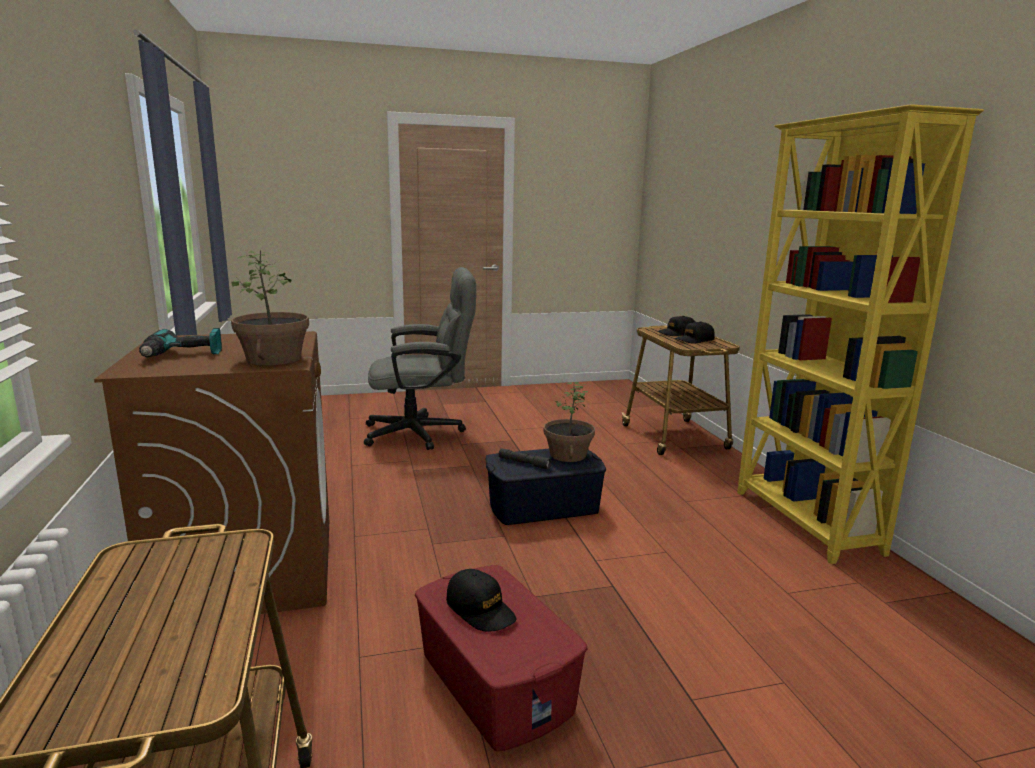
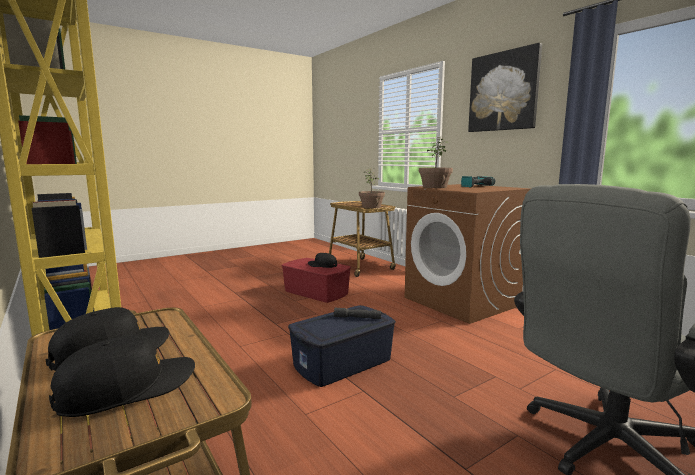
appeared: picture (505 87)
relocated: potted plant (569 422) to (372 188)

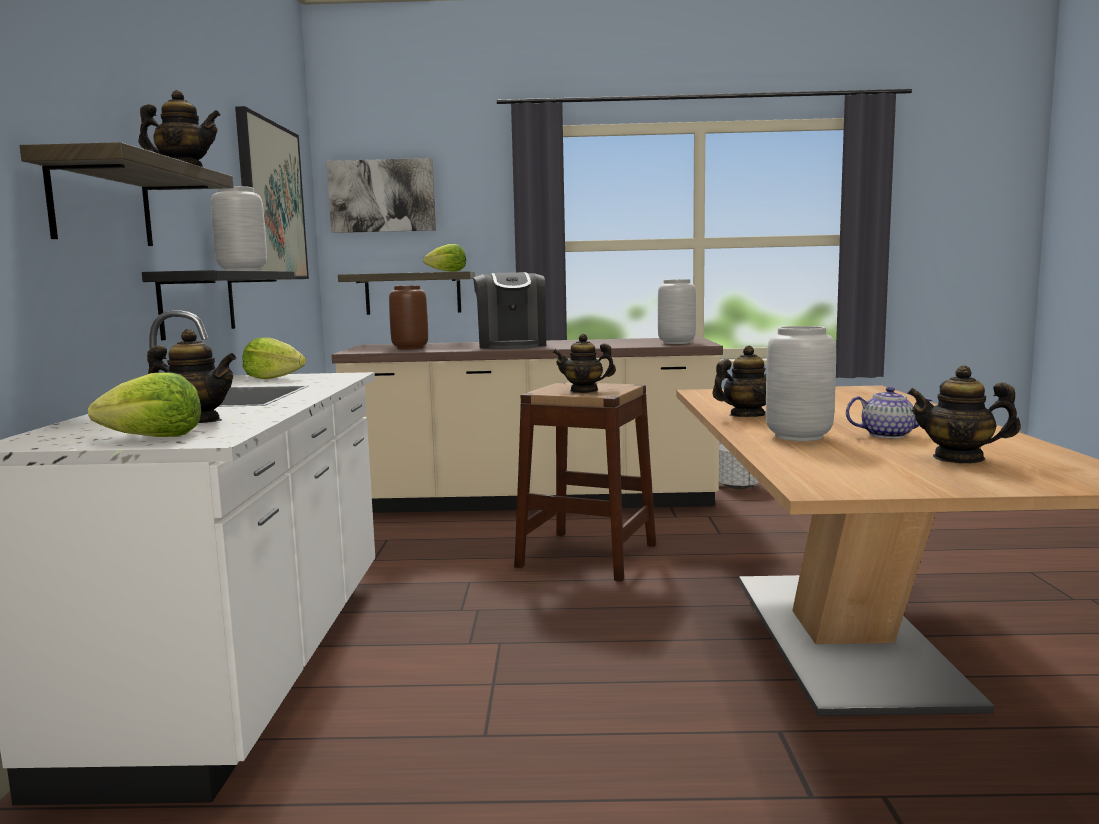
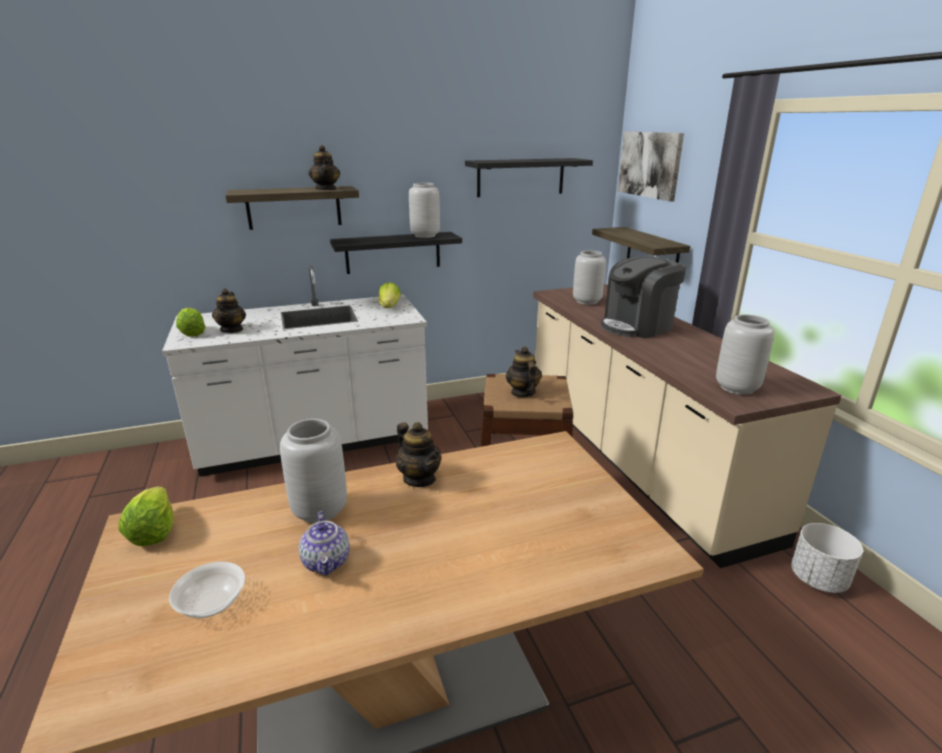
relocated: head of lettuce (444 258) to (146 516)
exchanged: picture (272 192) to bracket shelf (black) (529 177); pot for tea (964 414) to serving bowl (207 590)
colour: vase (brown) (408 317) to vase (greyish) (589 278)

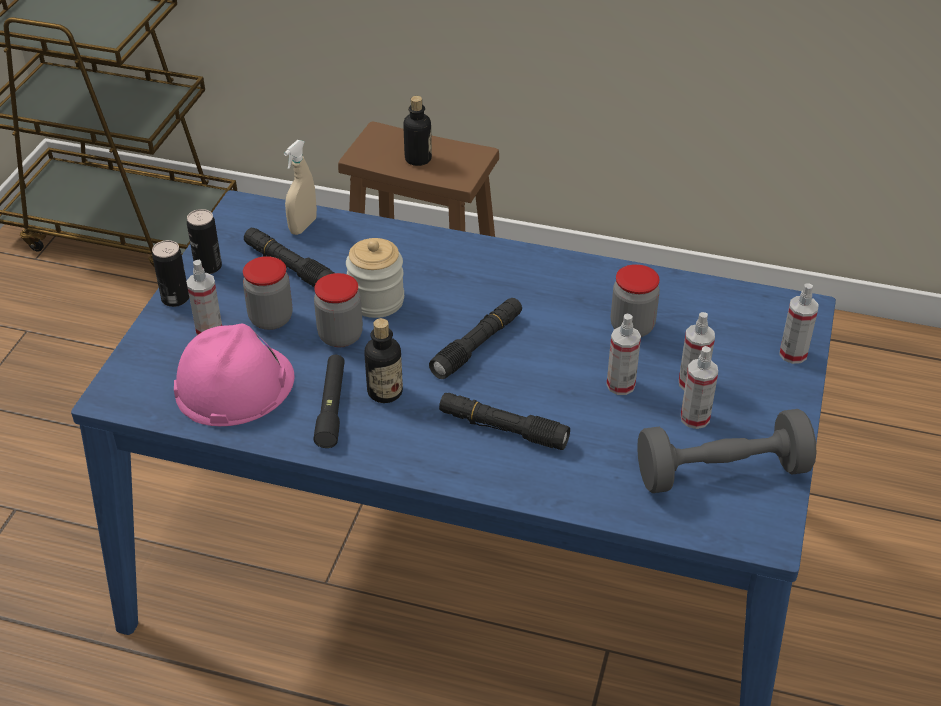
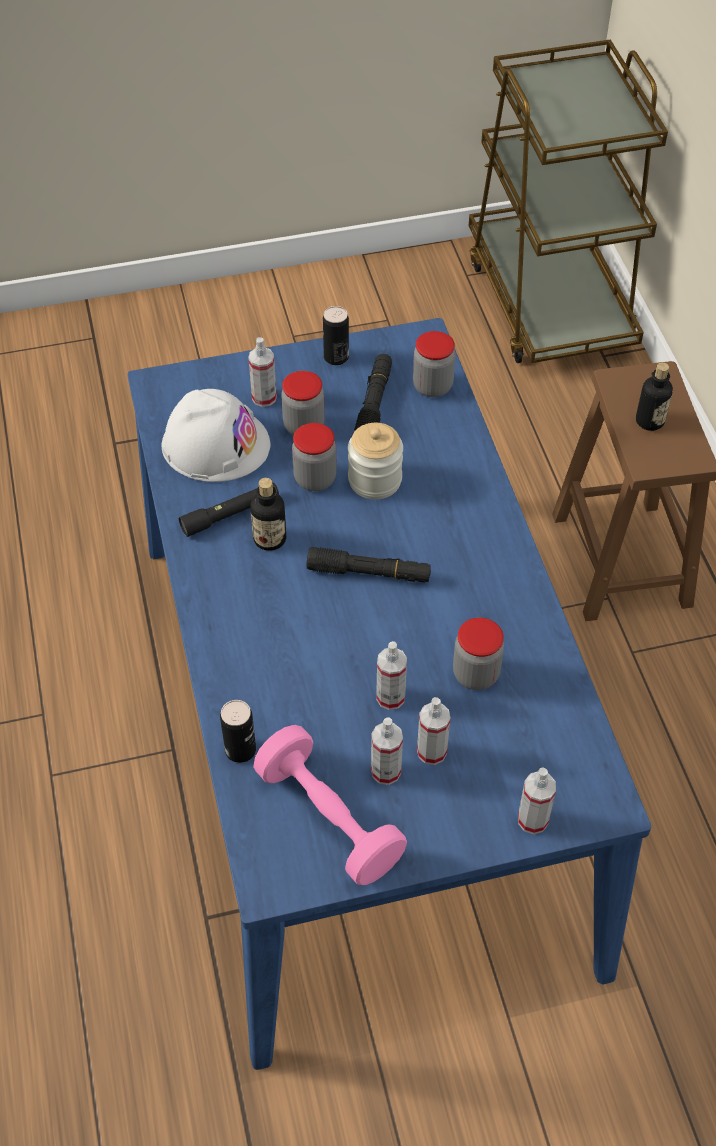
missing: hand torch (black) (504 421)
relocated: metal can (170 273) to (238 731)
exchanged: hand sprayer (beige-coloured) (300 187) to storage jar (434 364)
colour: work helmet (pink-coloured) (234 375) to work helmet (white-coloured) (216 435); hand weight (greyish) (727 451) to hand weight (pink-coloured) (330 805)

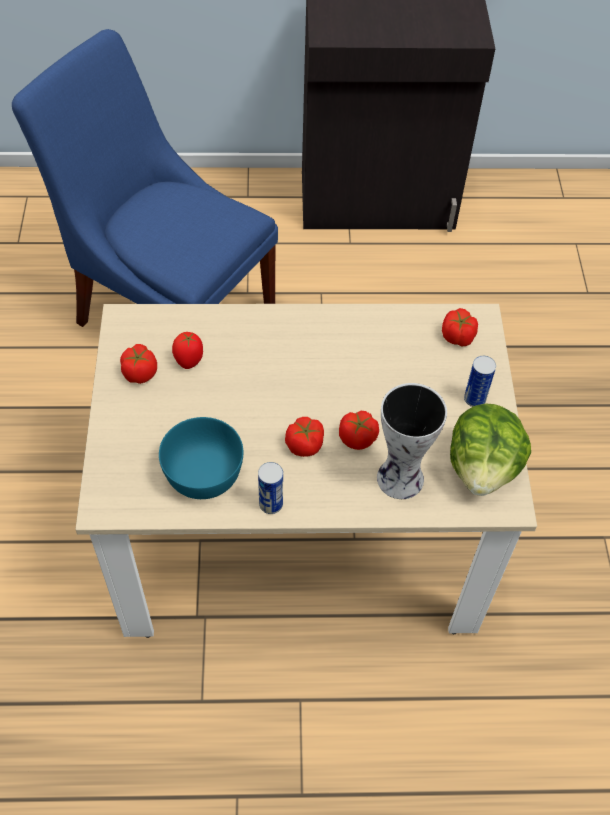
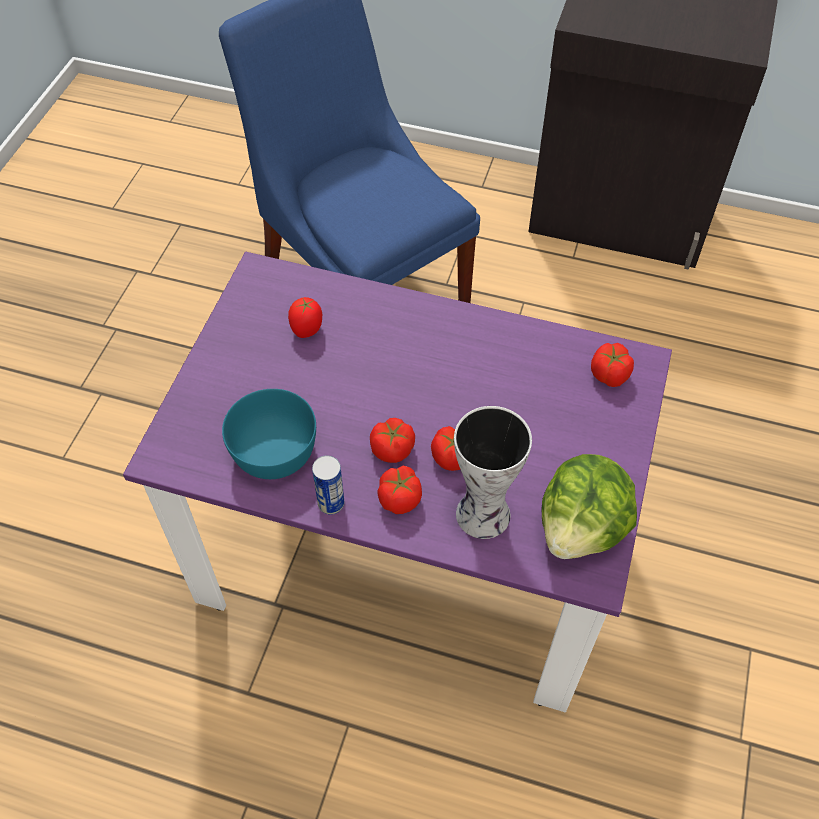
missing: metal can (480 381)
relocated: fresh tomato (138 364) to (399 490)
colour: kitchen table (beige-coloured) (306 471) to kitchen table (purple-coloured) (397 482)

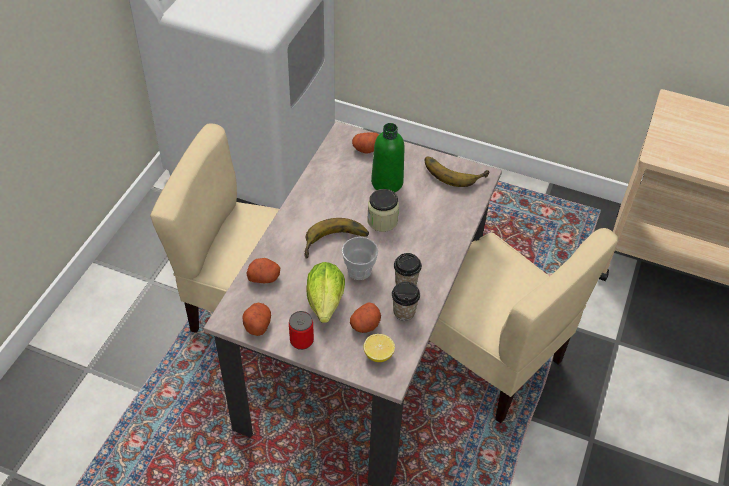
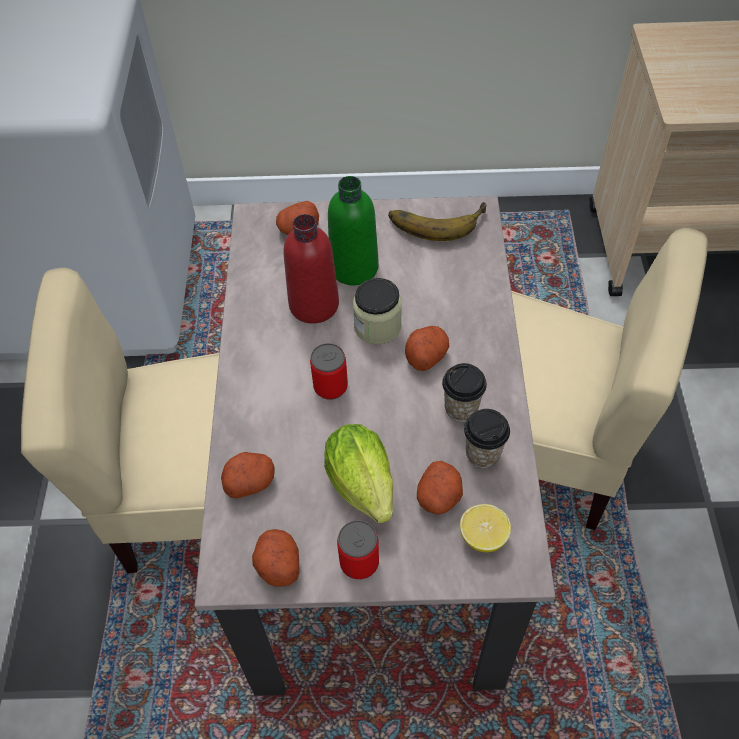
missing: small cup (360 258)
appeared: drink bottle (red) (311 269); potato (427 348)
exchanged: banana (336 238) to metal can (329 371)

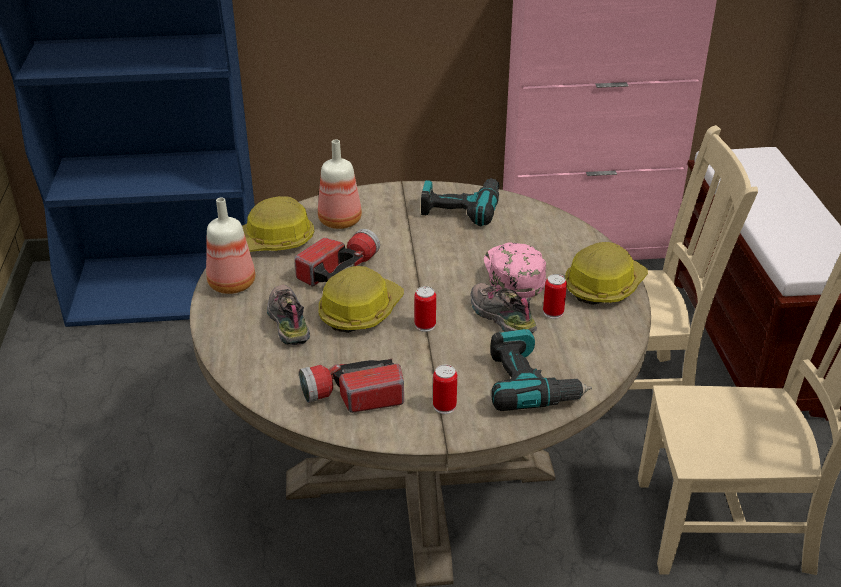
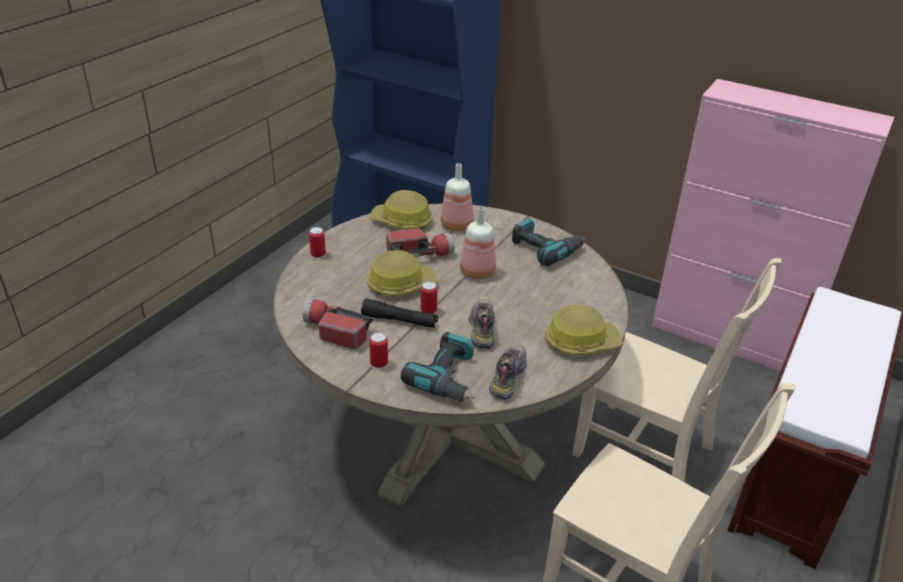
missing: peaked cap (pink-coloured) (515 270)
appeared: hand torch (black) (399 313)
relocated: drink bottle (230 246) to (478 242); low shoe (288 315) to (508 372); metal can (555 296) to (317 243)

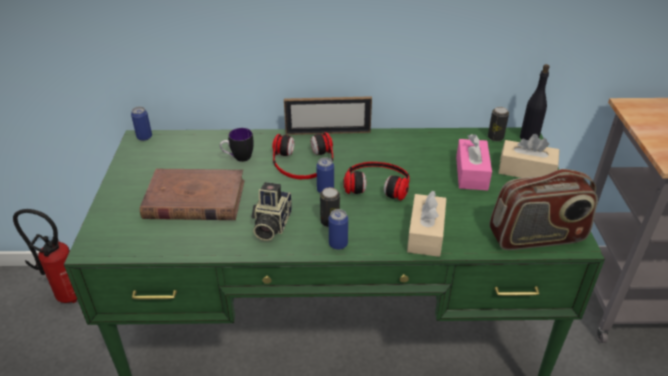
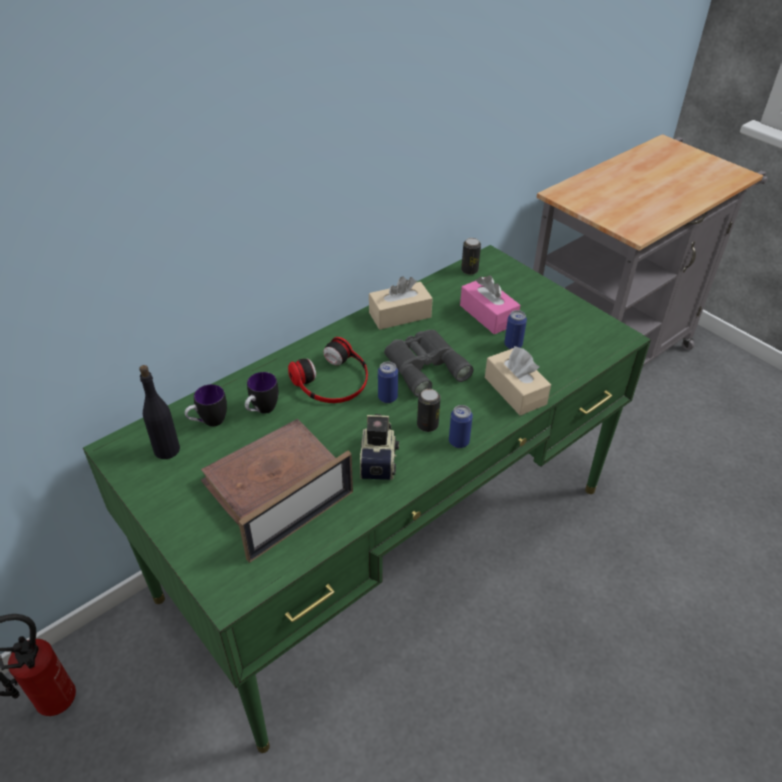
missing: radio receiver (544 209)
appeared: mug (206 405)
relocated: metal can (141 123) to (515 329); standing frame (328 115) to (295 507); tissue holder (beige-coloured) (528 156) to (401 303); drink bottle (black) (535 102) to (159 412)
exchanged: pair of headphones (376 181) to binoculars (greyish) (429 363)
spun: photo camera (272 211) = (379 447) 150 degrees counterclockwise

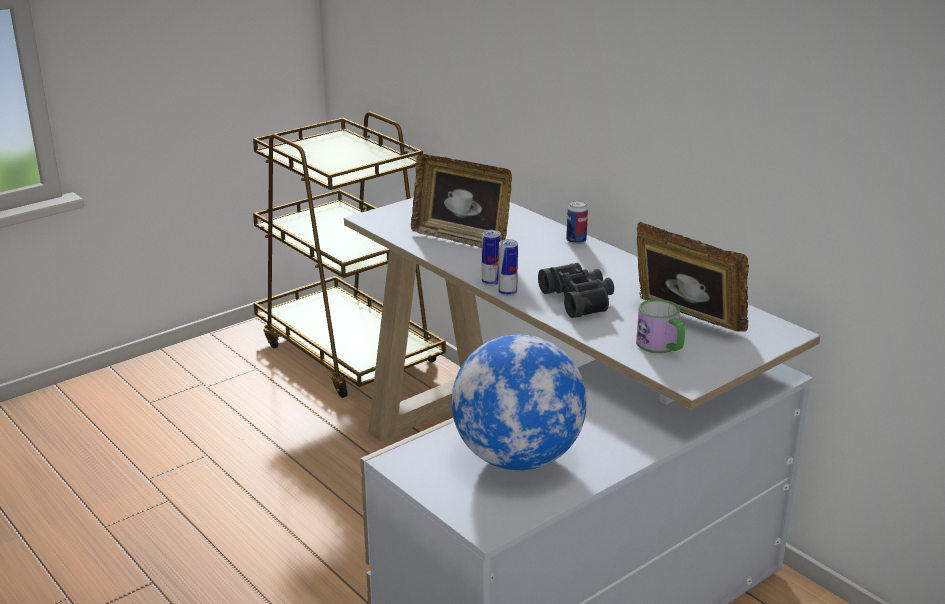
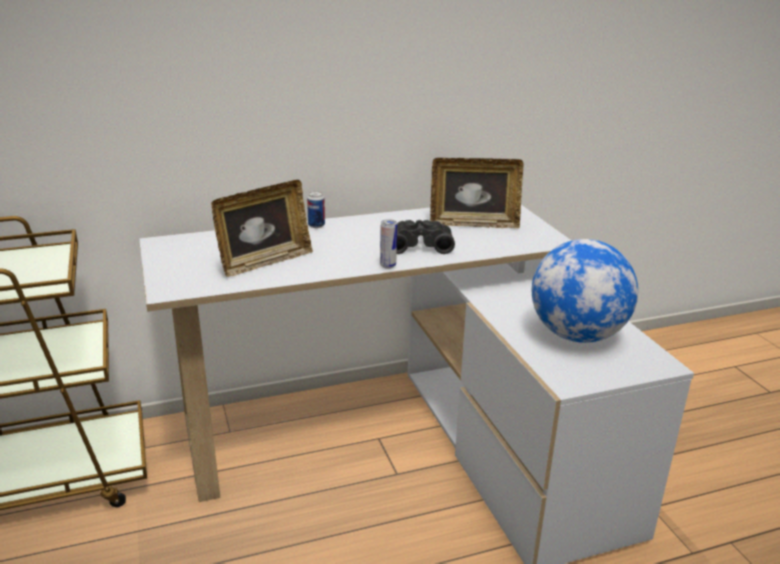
missing: metal can (491 258); mug (660 326)
spun: standing frame (693 277) = (477 193) 150 degrees counterclockwise

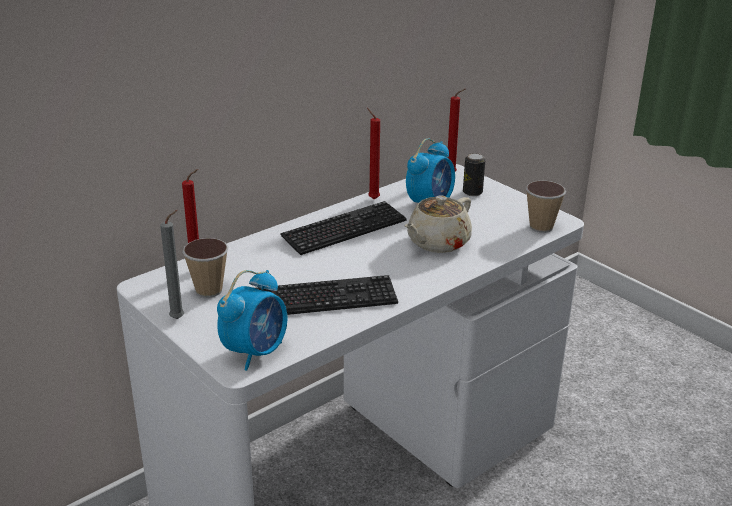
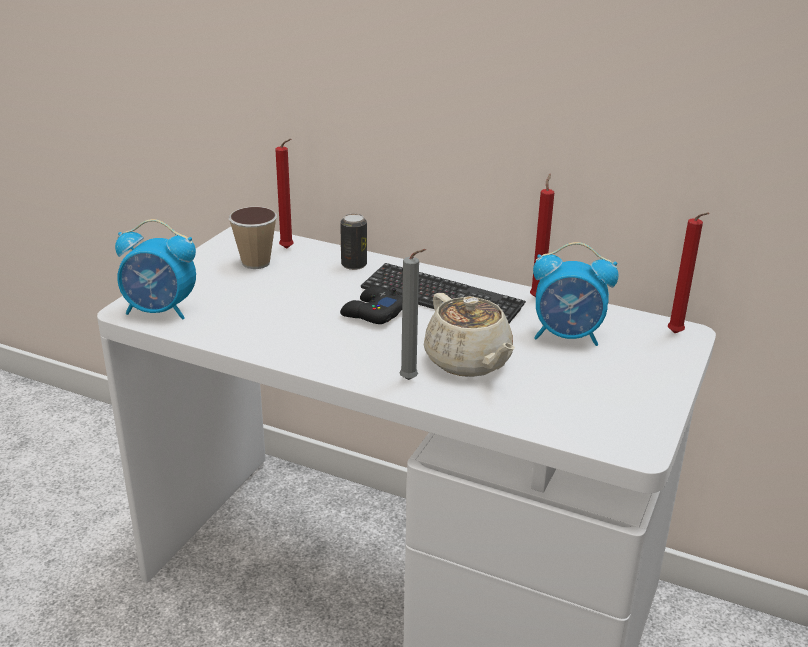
missing: PC keyboard (327 295); small cup (546 207)
appeared: gamepad (black) (371 305)
relocated: wax light (greyish) (172 264) to (413 314); metal can (474 174) to (353 242)
spun: pot for tea (beige-coloured) (438 224) = (469 335) 135 degrees counterclockwise

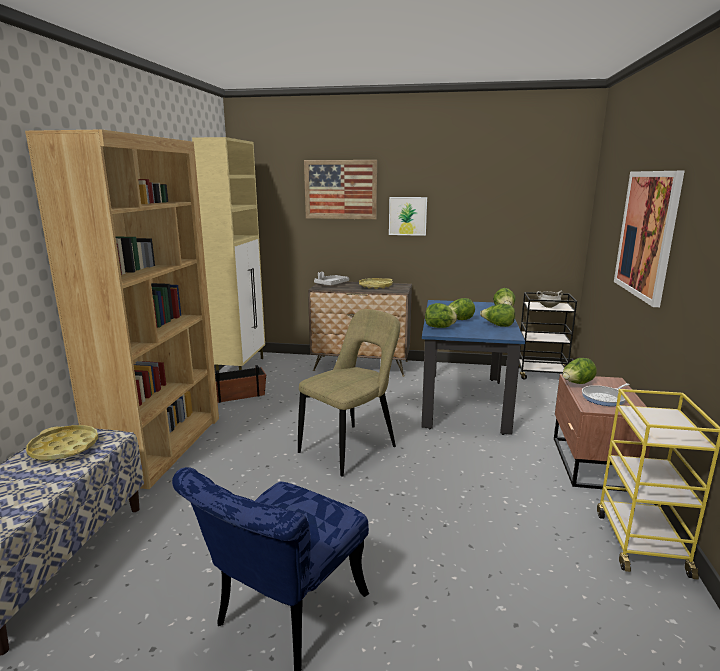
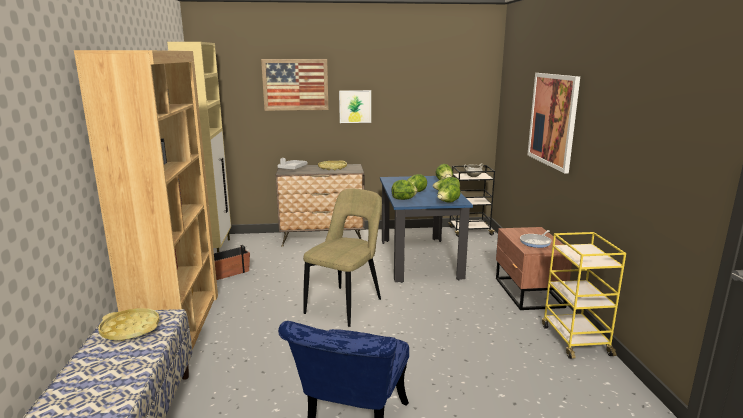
relocated: head of lettuce (580 371) to (448 193)

